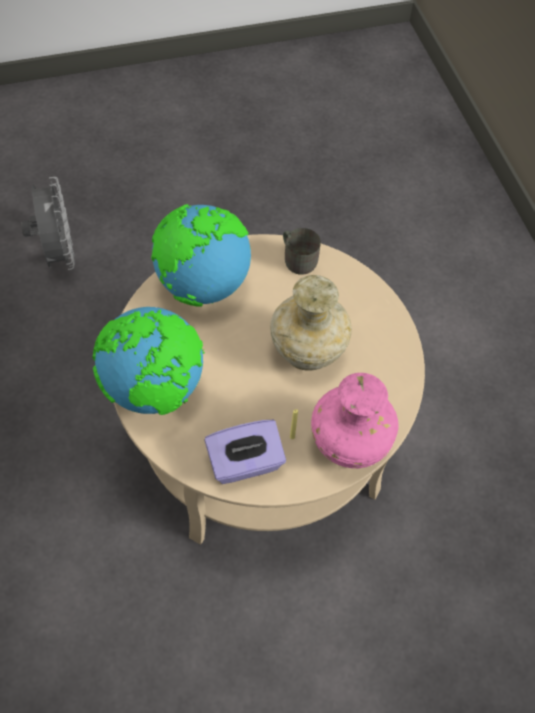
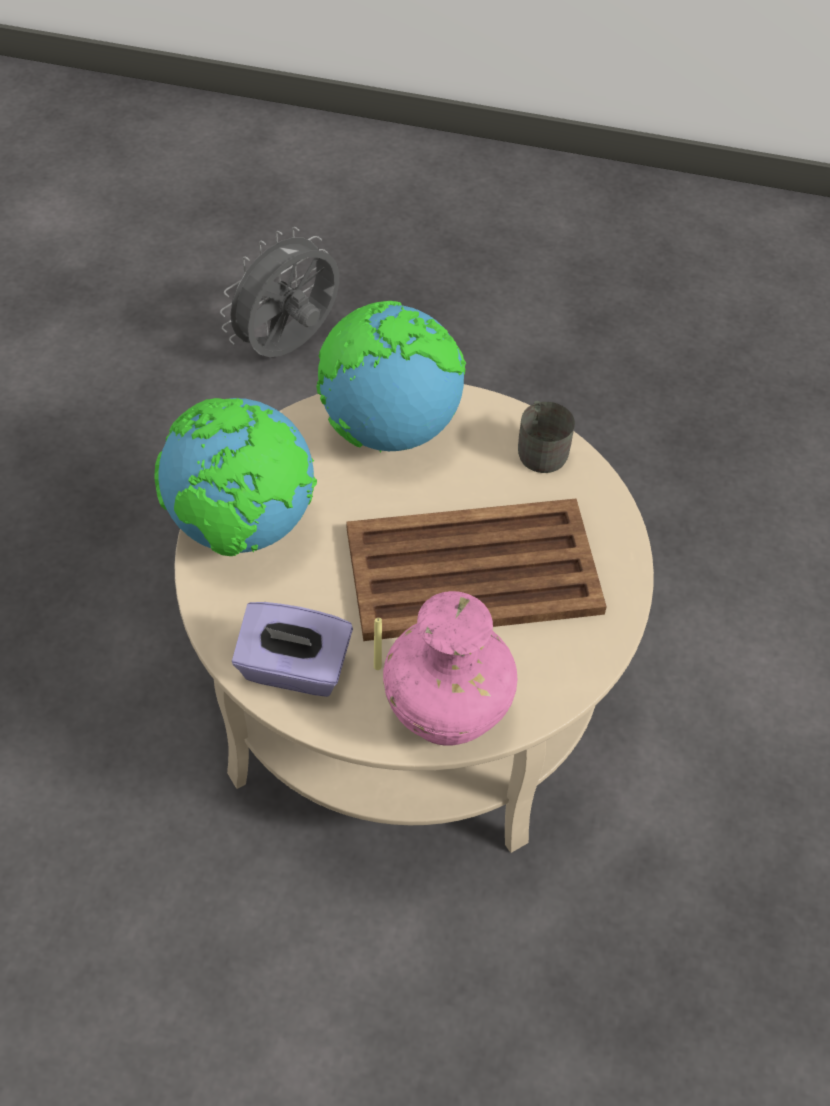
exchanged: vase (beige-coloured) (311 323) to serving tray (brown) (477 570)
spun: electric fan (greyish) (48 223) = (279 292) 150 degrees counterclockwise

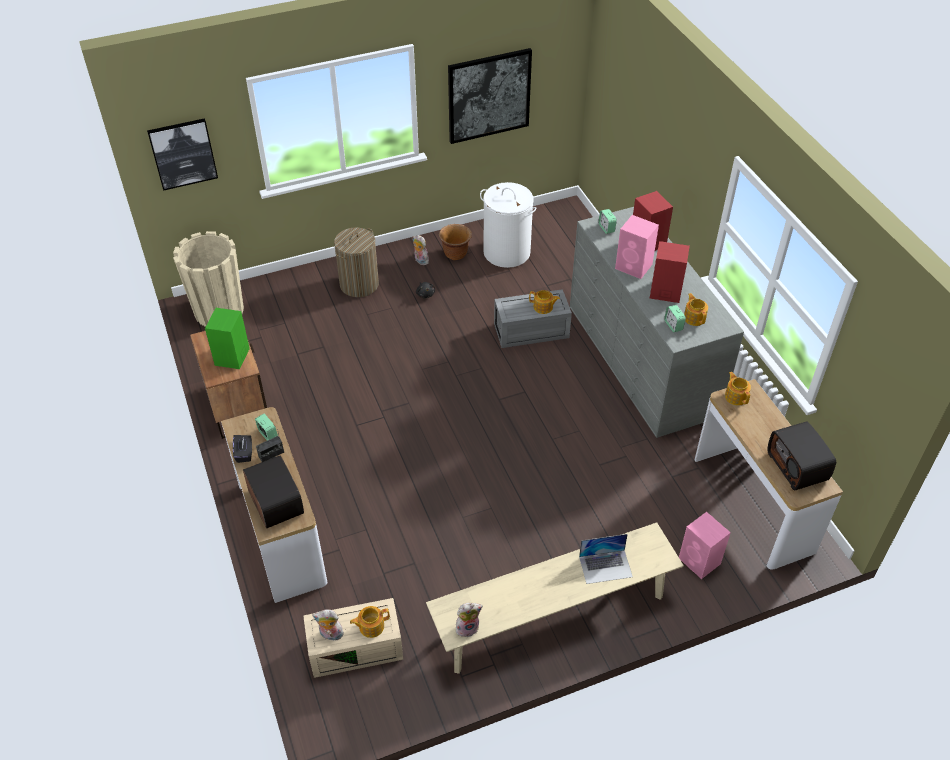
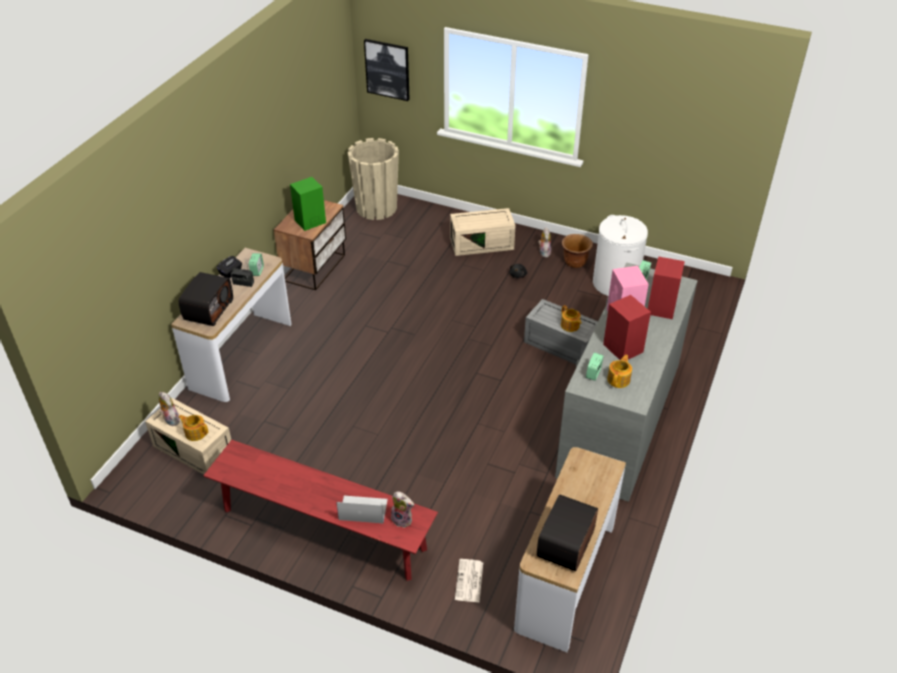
missing: picture (490 96); pot for tea (738 389)
relocated: plush toy (469 620) to (402 509)
exchanged: laundry basket (356 262) to storage container (beige-coloured) (483 232); loudspeaker (pink-coloured) (705 545) to newspaper (469 580)
colour: long seat (beige-coloured) (555 598) to long seat (red) (320 510)
spun: portable computer (606 559) = (362 509) 150 degrees clockwise

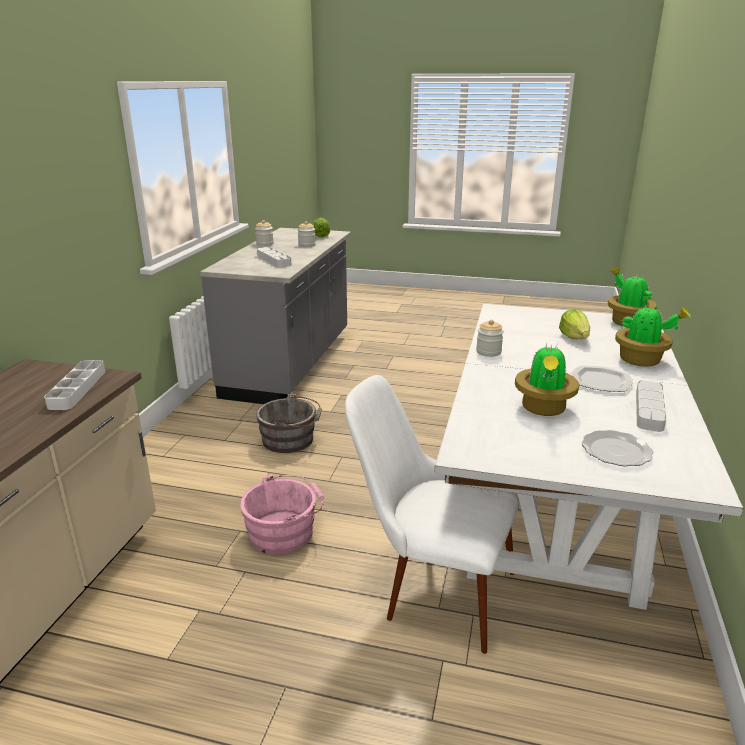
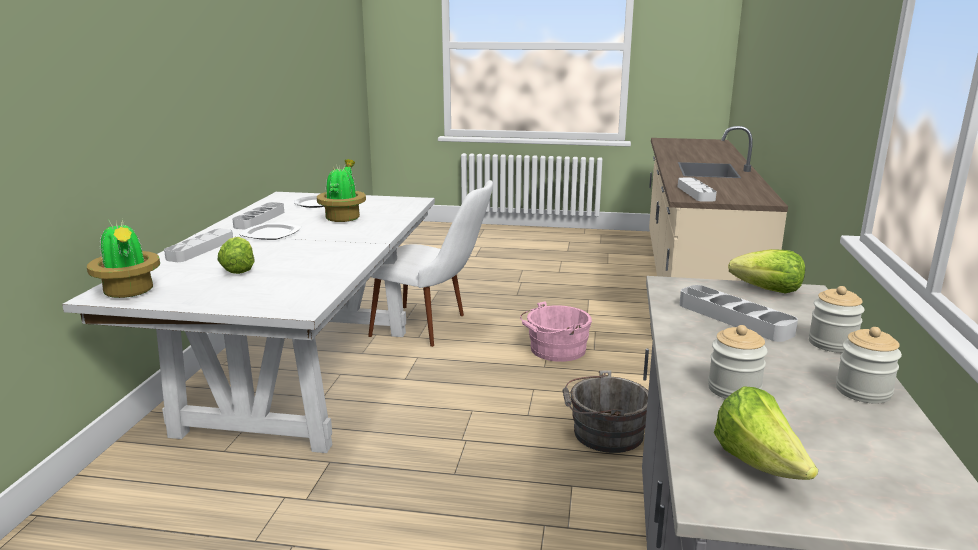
appeared: head of lettuce (766 271)
relocated: storage jar (490 338) to (836 319)
exchanged: potted plant (653 335) to serving tray (greyish) (198 245)

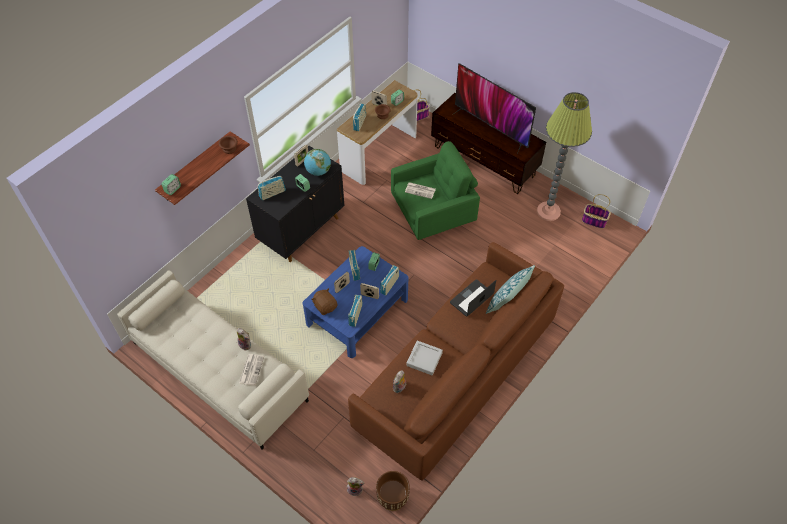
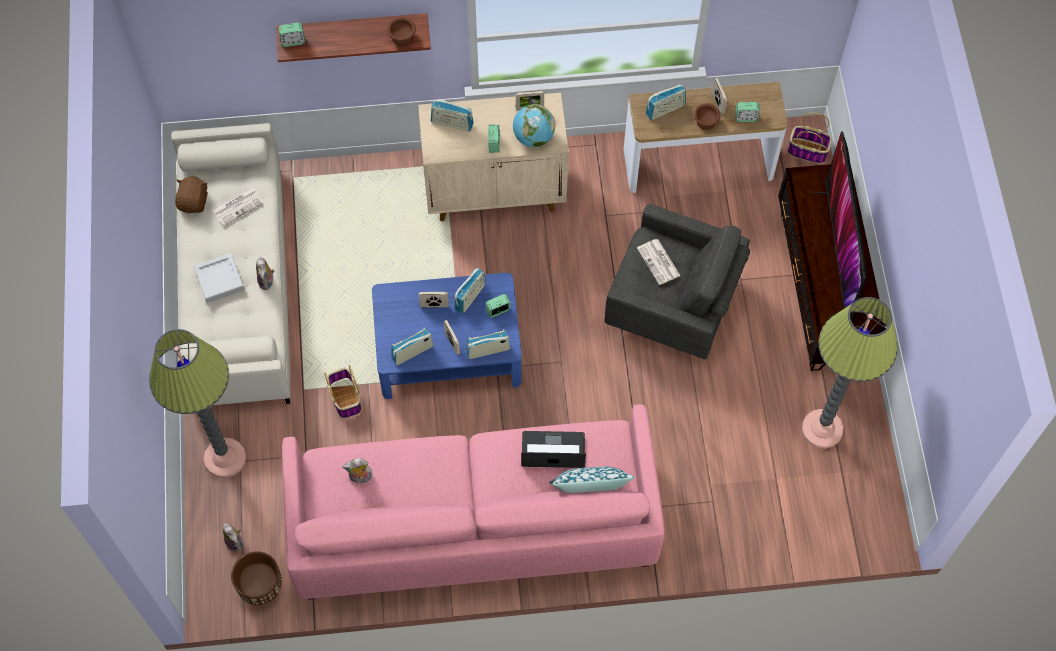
appeared: standing lamp (197 403)
relocated: newspaper (251 370) to (237 206); plush toy (brown) (324 301) to (191 195); serving tray (greyish) (424 358) to (219 278); storage basket (596 211) to (343 391)
colour: storage cabinet (black) (295 204) to storage cabinet (beige-coloured) (493 157); sofa (brown) (456 361) to sofa (pink-coloured) (473 502); lounge chair (greenish) (435 190) to lounge chair (greyish) (677 281)

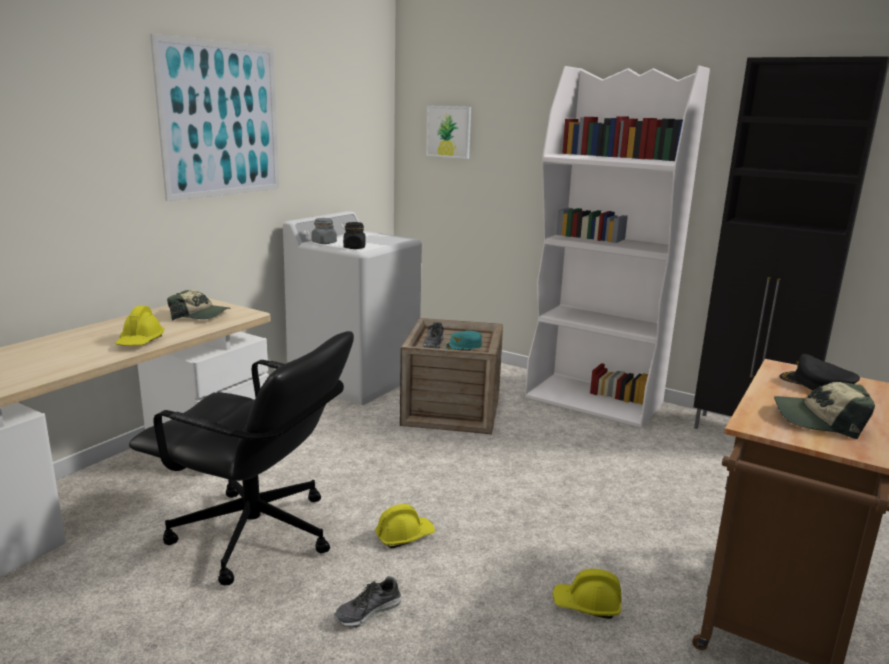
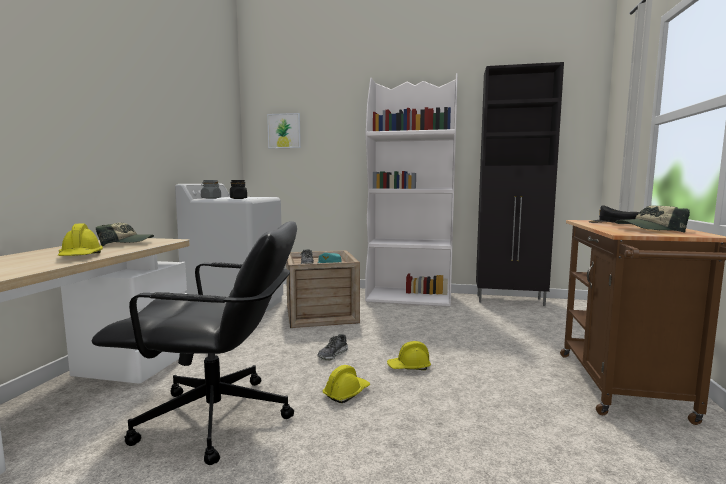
missing: picture (214 117)
relocated: low shoe (368 602) to (332 347); work helmet (yellow-coloured) (587 594) to (409 355)

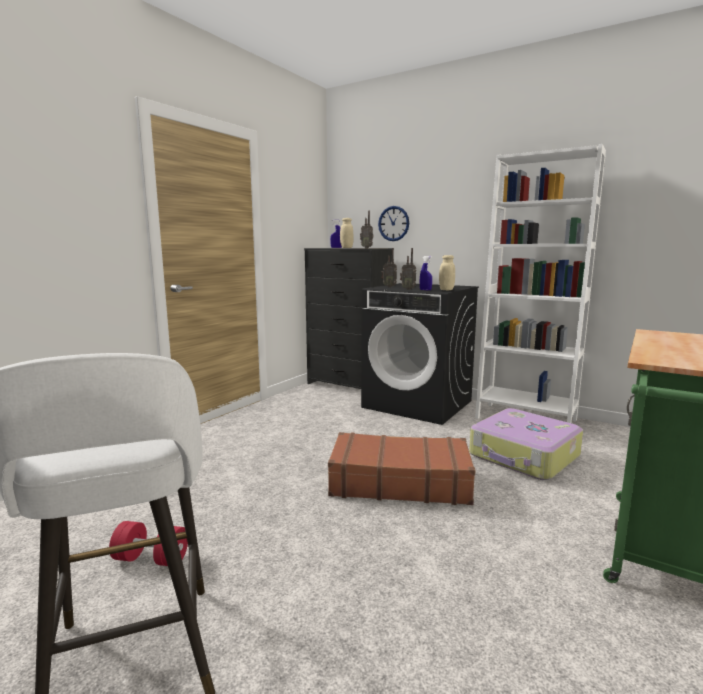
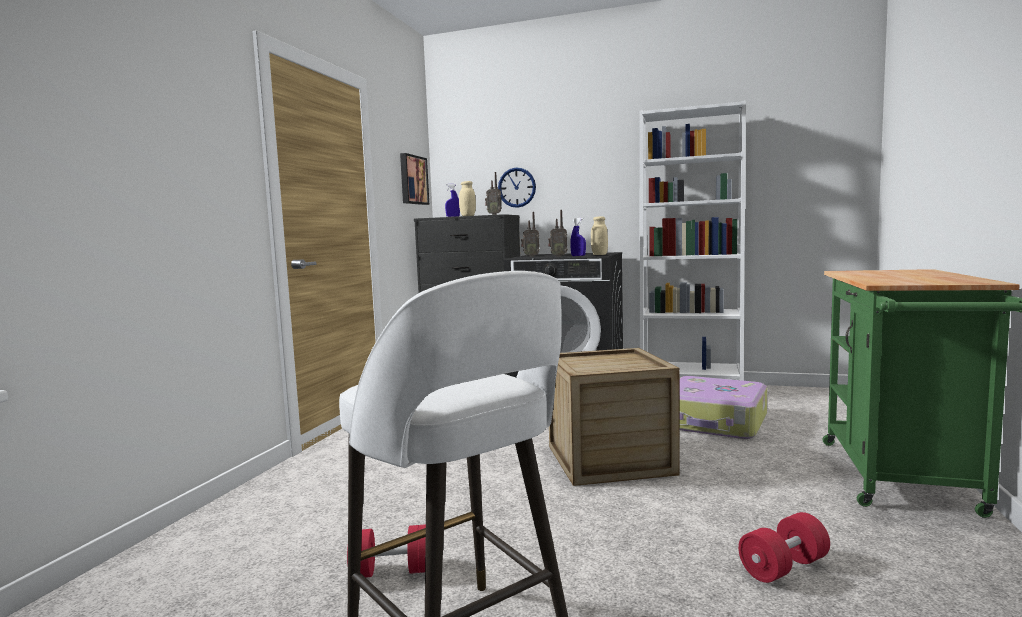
appeared: picture (414 179); hand weight (red) (784 547)
exchanged: piece of luggage (brown) (402 468) to crate (614 417)

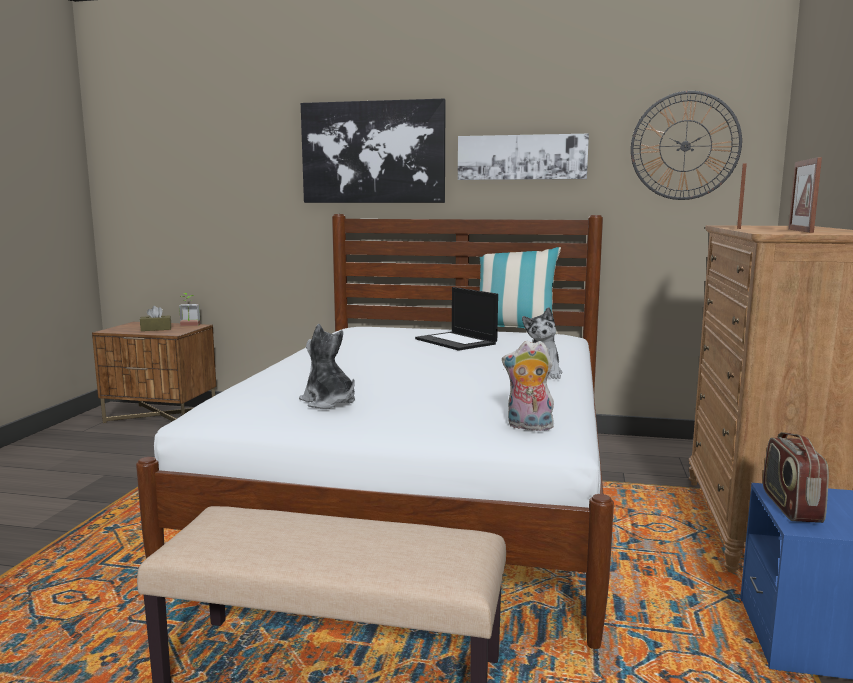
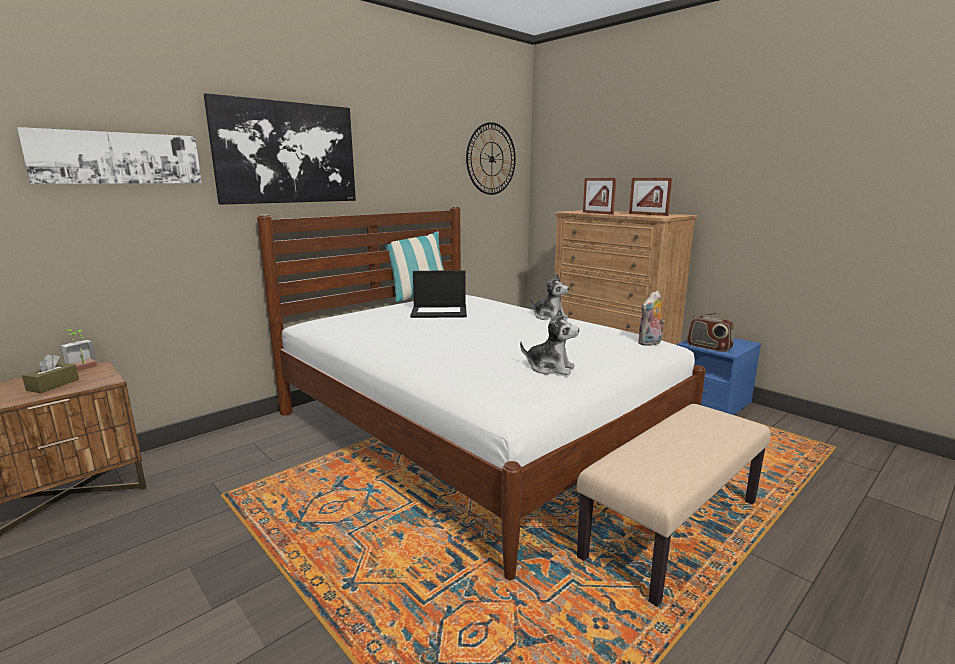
relocated: picture (523 157) to (109 155)
spun: plush toy (327 366) = (549 342) 150 degrees counterclockwise

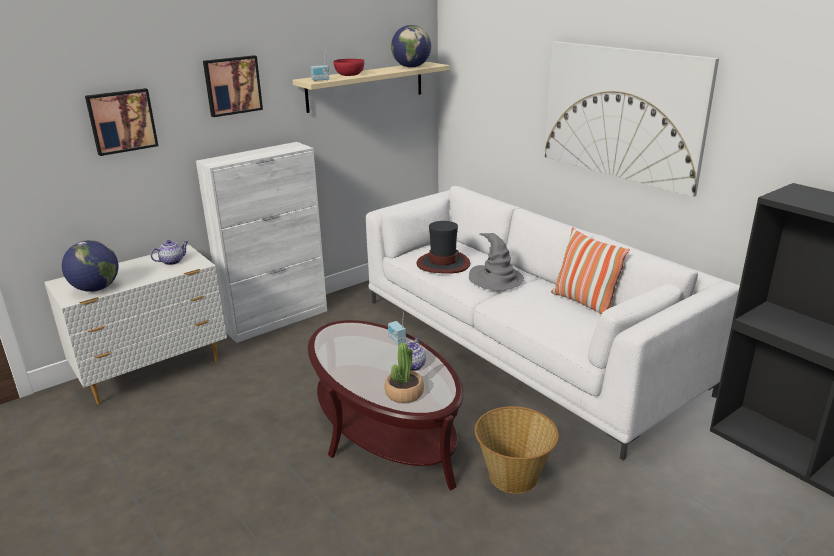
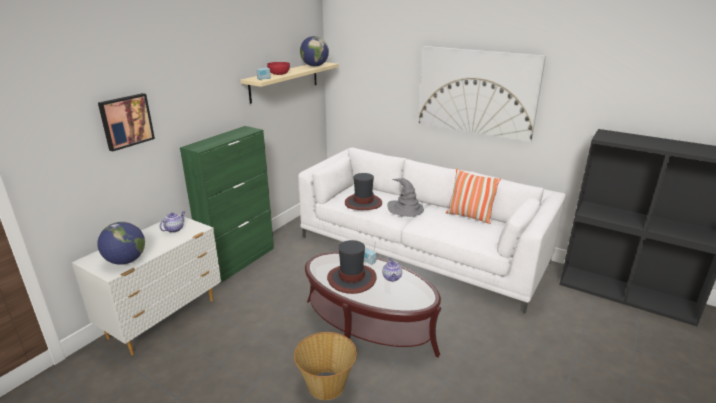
missing: picture (233 86); potted plant (404 373)
appeared: wearable hat (352 267)
relocated: storage basket (517 450) to (325 366)
colour: storage cabinet (white-coloured) (261 242) to storage cabinet (greenish) (227 205)

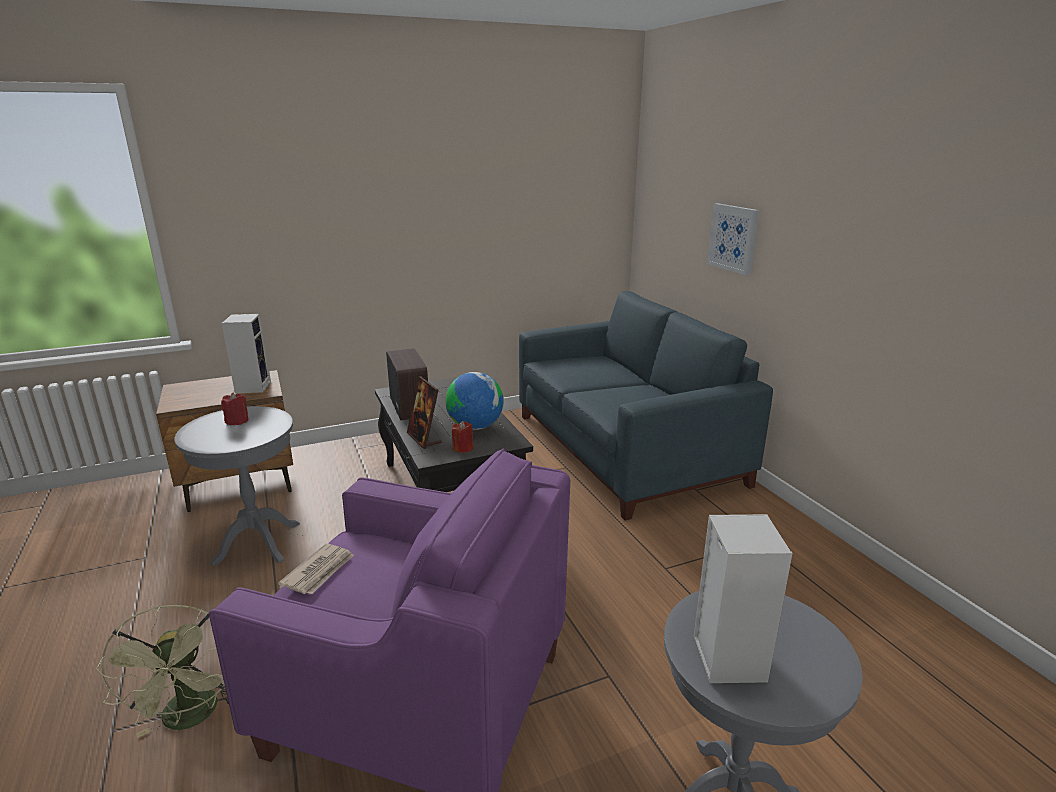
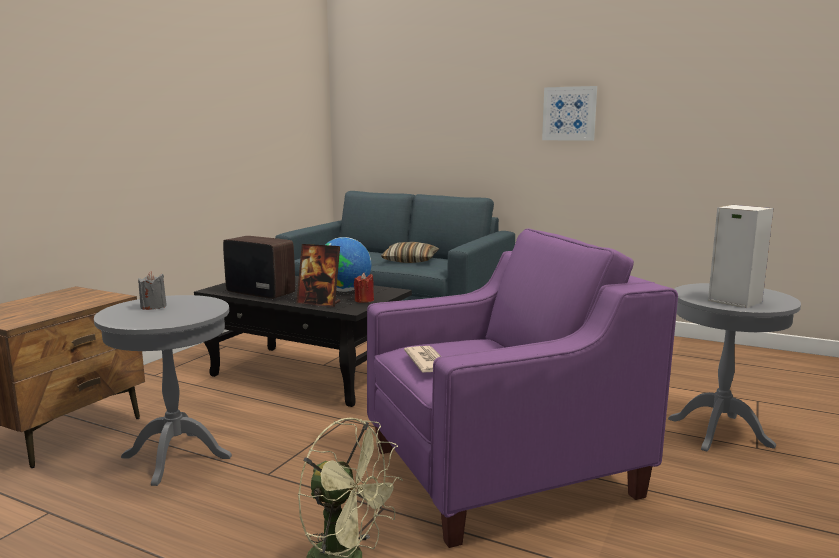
missing: loudspeaker (246 353)
appeared: pillow (410 252)
relocated: picture (733 239) to (569 113)
colour: wax light (red) (235 408) to wax light (greyish) (152 290)

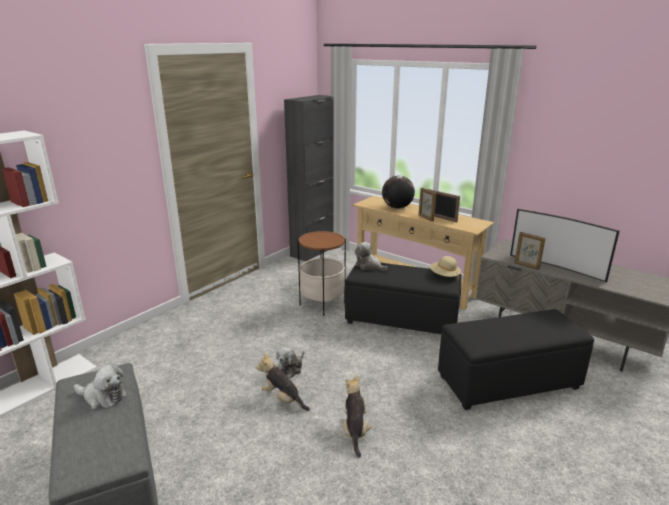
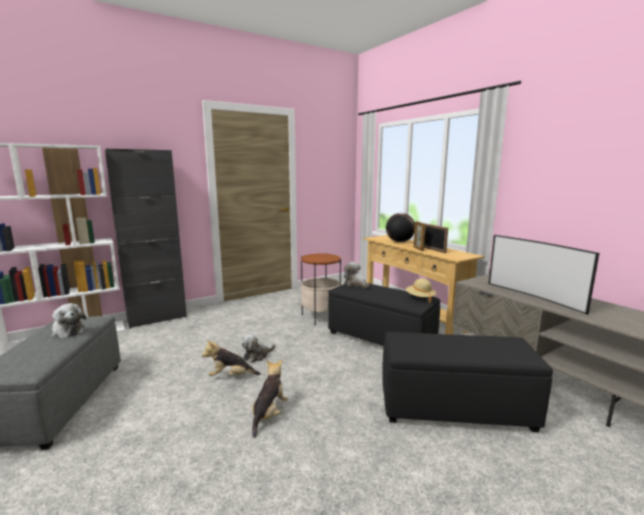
missing: standing frame (530 251)
relocated: storage cabinet (black) (309 178) to (146 239)
spun: plush toy (283 382) = (231 358) 60 degrees counterclockwise

